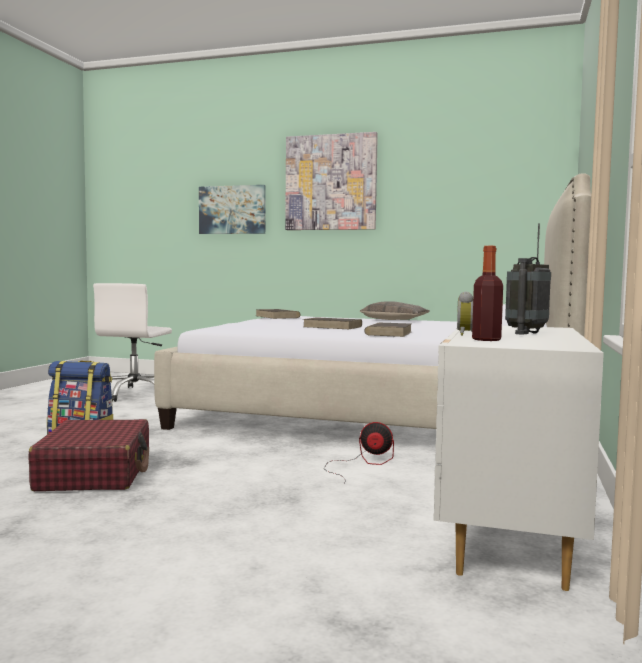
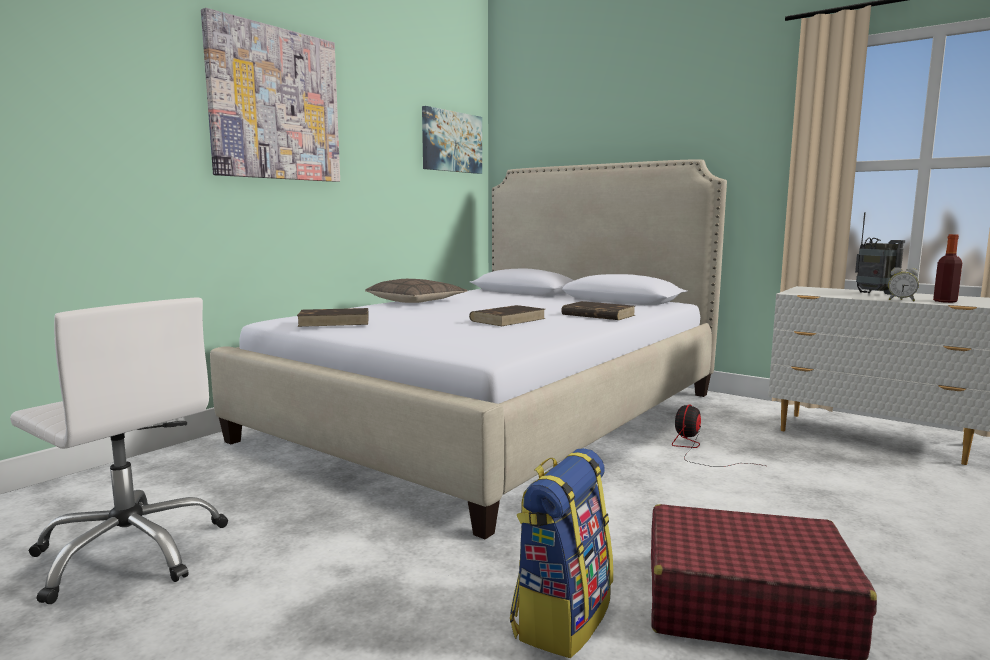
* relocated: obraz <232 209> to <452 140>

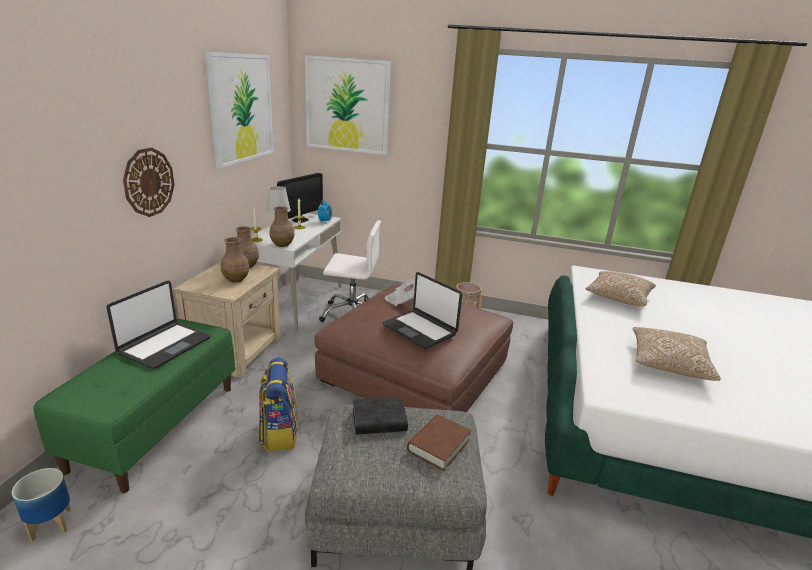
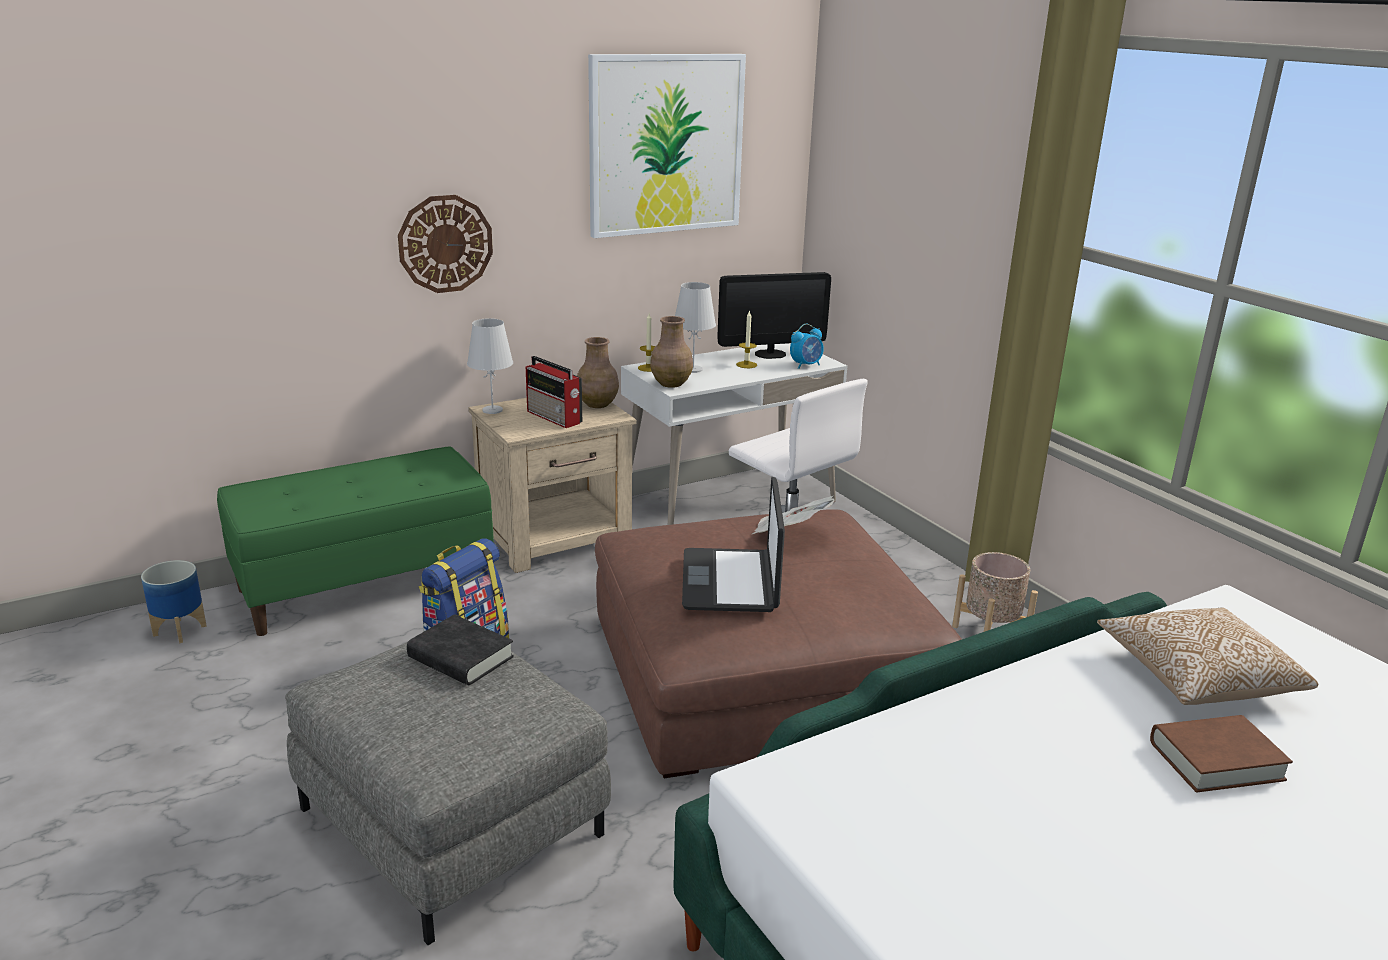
* missing: obraz <348 105>
* exchanged: wazon/brązowy <235 260> to radio <554 392>
* missing: laptop <158 325>
* missing: poduszka <677 354>
* relocated: książka/brązowy <439 442> to <1221 753>
* appeared: lampa stołowa/biały <490 366>

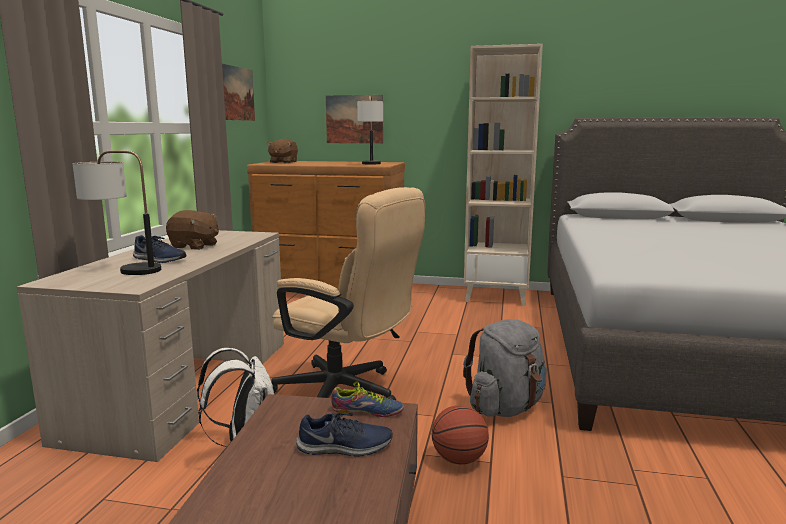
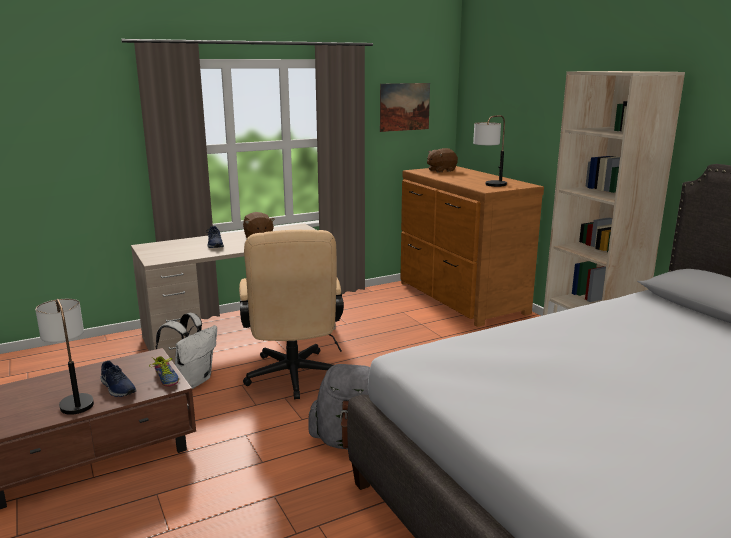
* missing: obraz <354 119>
* relocated: lampa stołowa <116 212> to <64 357>
* missing: piłka do koszykówki <460 435>

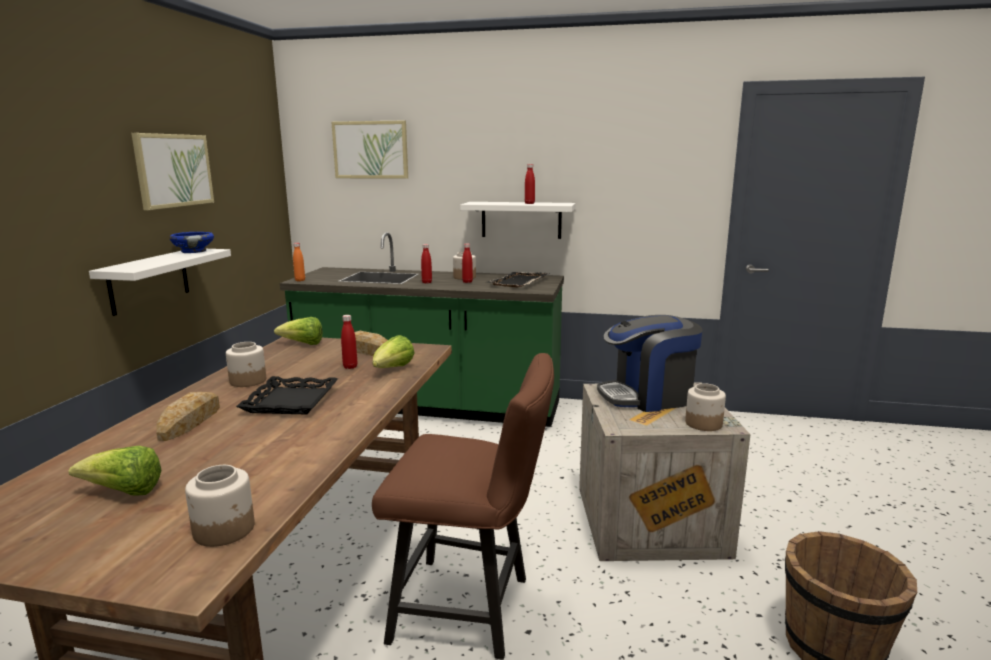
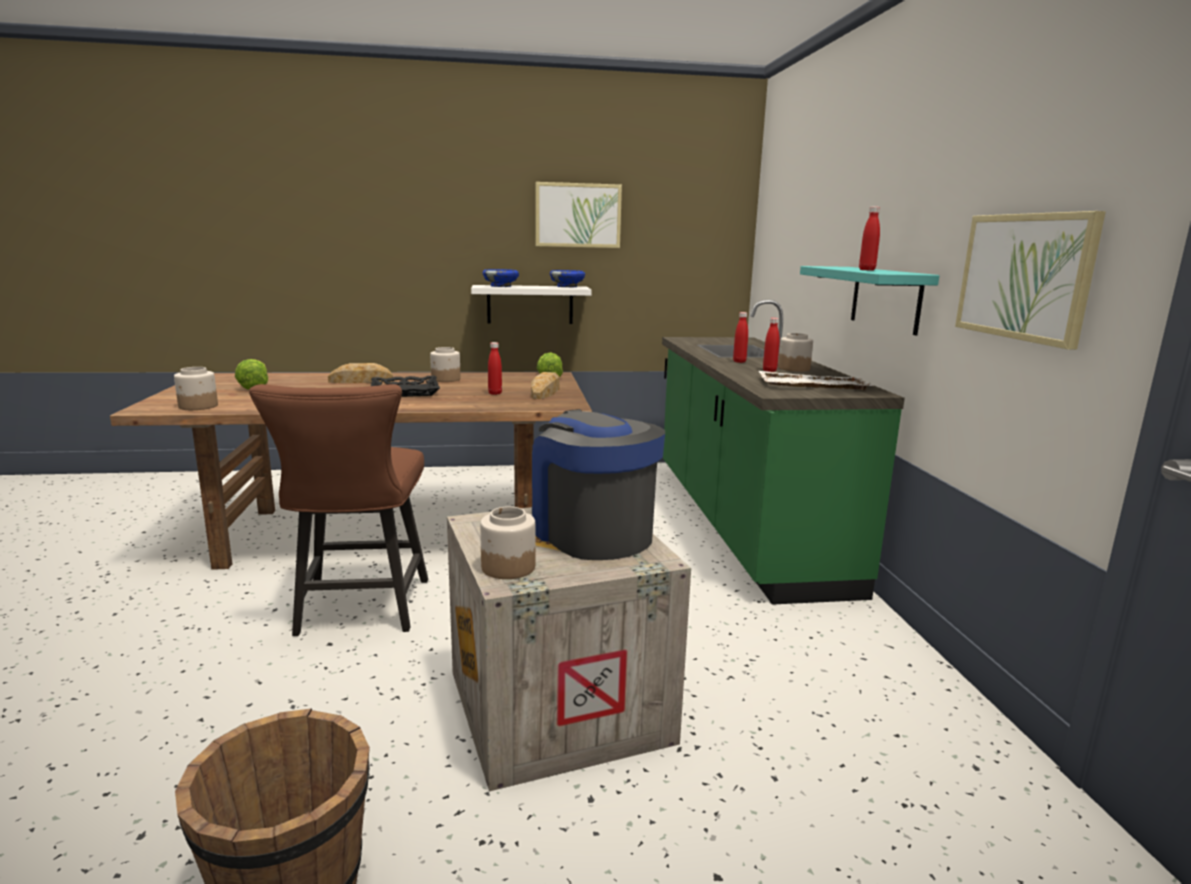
* relocated: obraz <370 149> to <1030 280>
* colour: półka/biały <517 220> to półka/turkusowy <869 300>
* missing: butelka/pomarańczowy <299 262>
* colour: taca/czarny <519 279> to taca/biały <816 380>
* missing: sałata <393 351>
* appeared: miska/niebieski <500 278>

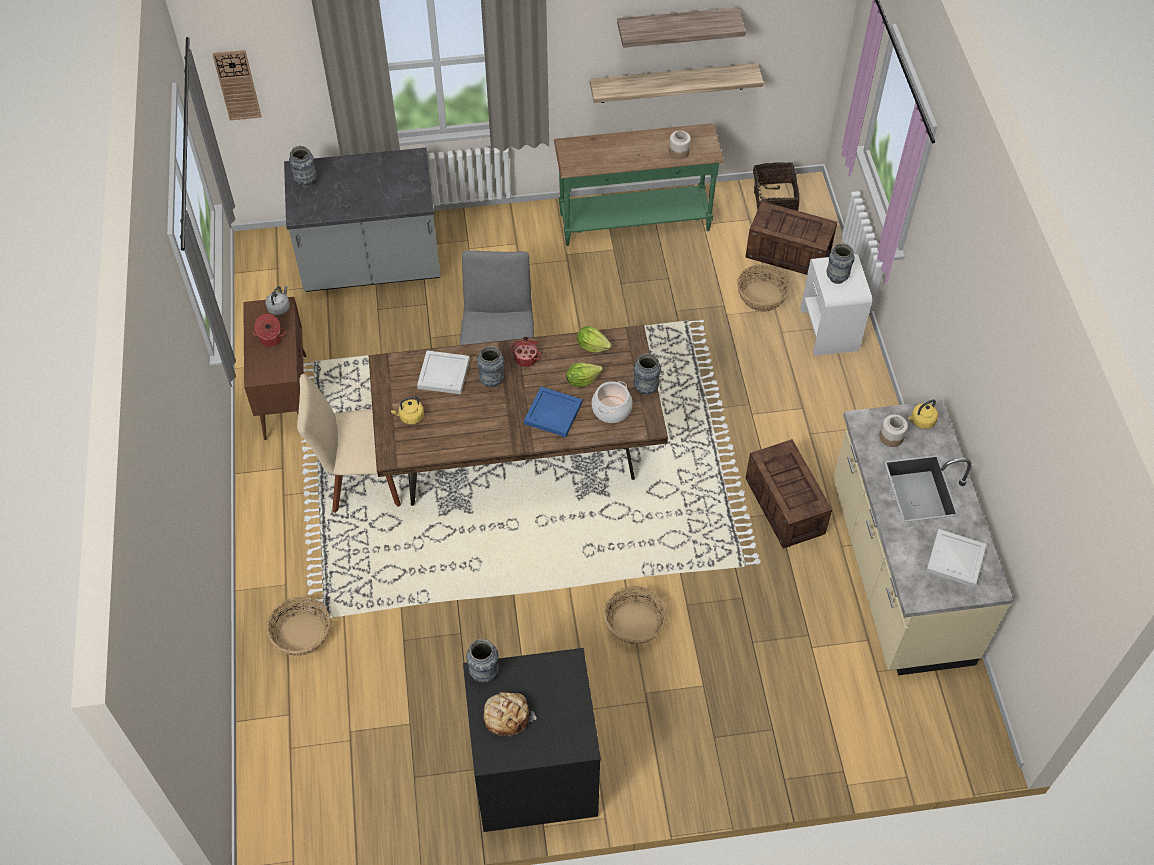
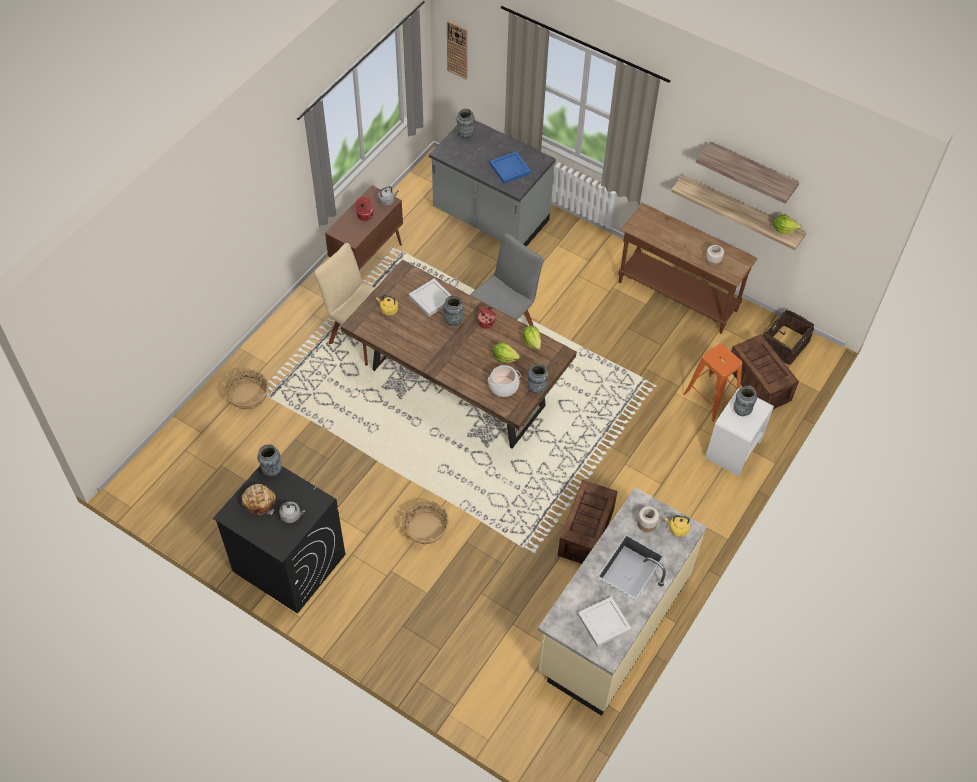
* colour: stolik konsolowy/zielony <639 184> to stolik konsolowy/brązowy <687 268>
* exchanged: koszyk <764 288> to stołek/pomarańczowy <712 383>
* relocated: taca/niebieski <553 412> to <510 167>
* appeared: sałata <787 224>
* appeared: czajnik/szary <292 512>

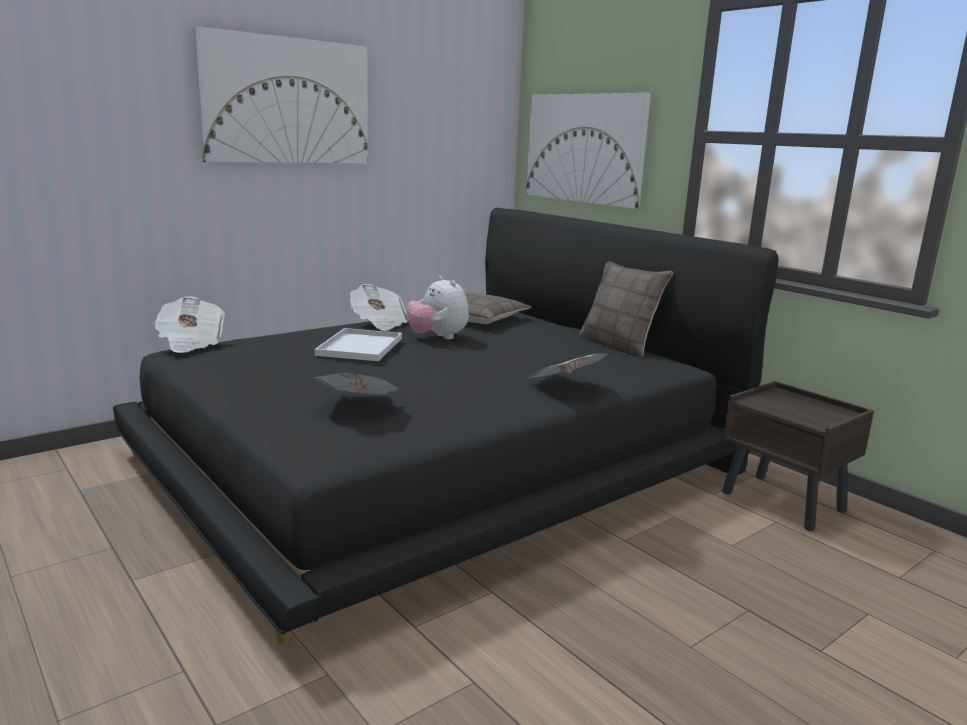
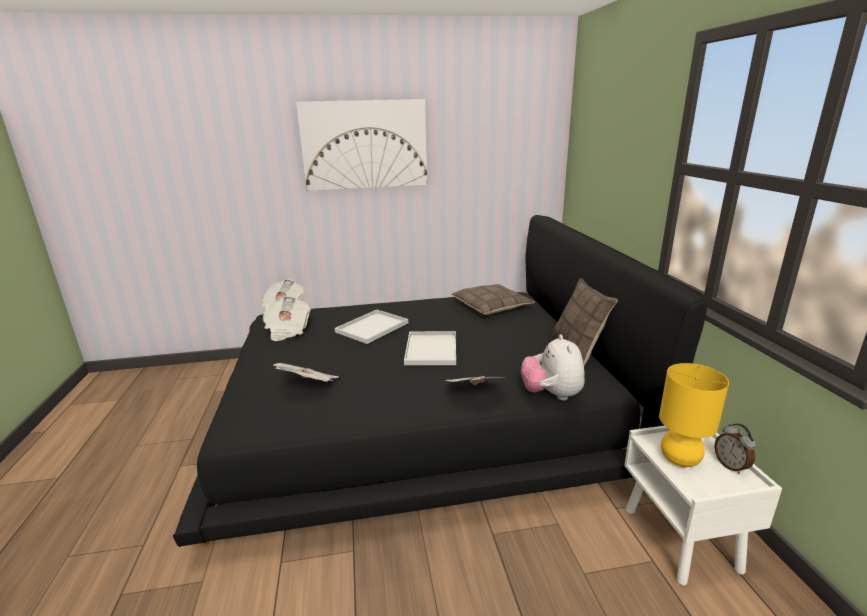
* missing: obraz <588 151>
* relocated: pluszak <437 307> to <553 368>
* relocated: gazeta <379 307> to <287 318>
* colour: szafka nocna/brązowy <798 456> to szafka nocna/biały <703 506>
* appeared: taca/biały <430 348>
* appeared: lampa stołowa/żółty <694 415>
* appeared: budzik <735 449>

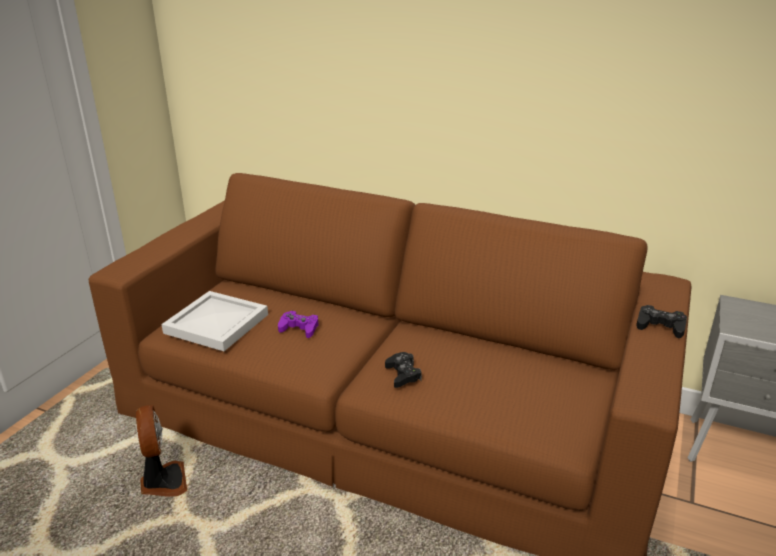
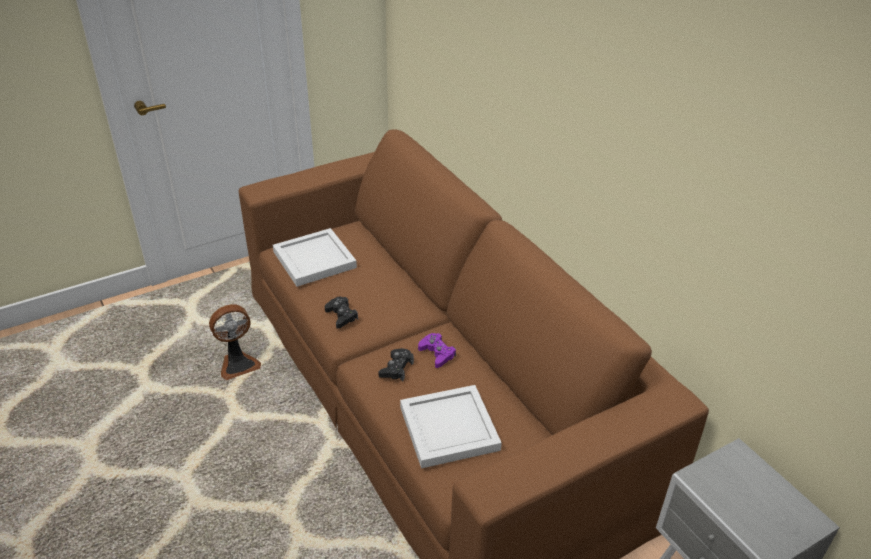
* relocated: pad do gier/czarny <661 321> to <341 313>
* relocated: pad do gier/fioletowy <298 324> to <437 350>
* spun: wentylator <161 451> = <235 342> 45 degrees clockwise
* appeared: taca/biały <451 426>

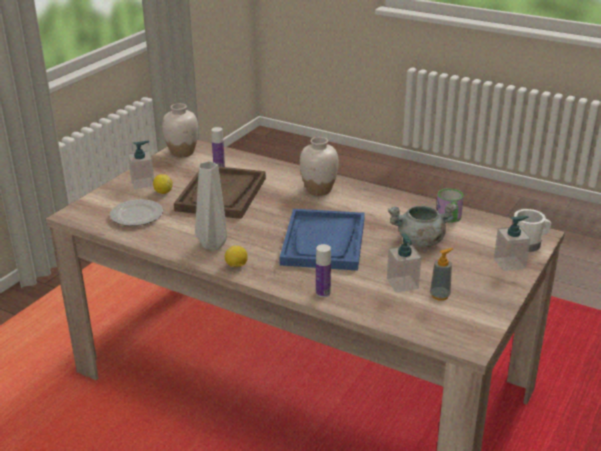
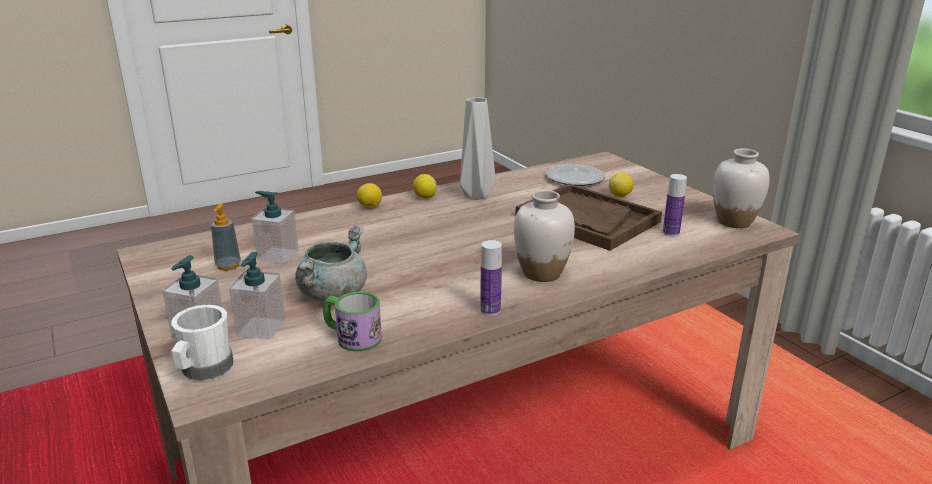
* relocated: dozownik mydła <141 165> to <257 295>
* missing: taca/niebieski <322 240>
* relocated: butelka <323 270> to <491 278>
* appeared: cytryna <369 195>

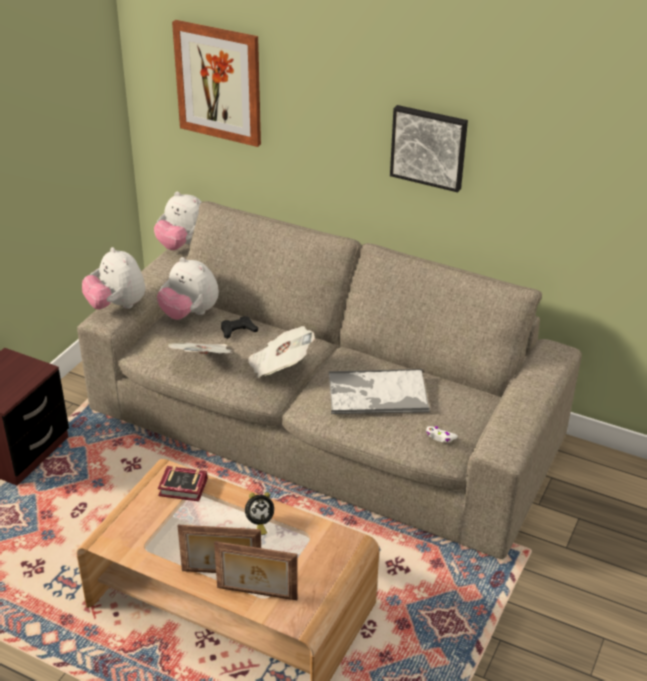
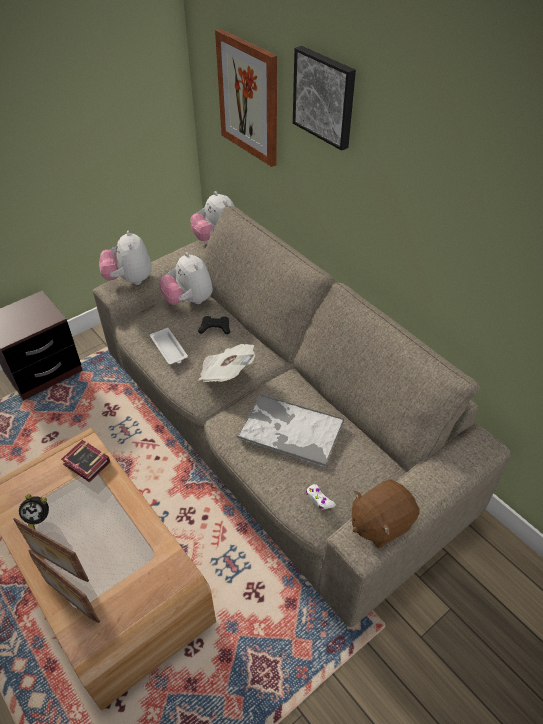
* relocated: obraz <429 148> to <324 98>
* exchanged: gazeta <200 348> to taca/biały <169 346>
* relocated: budzik <259 513> to <34 512>
* appeared: pluszak/brązowy <386 513>

